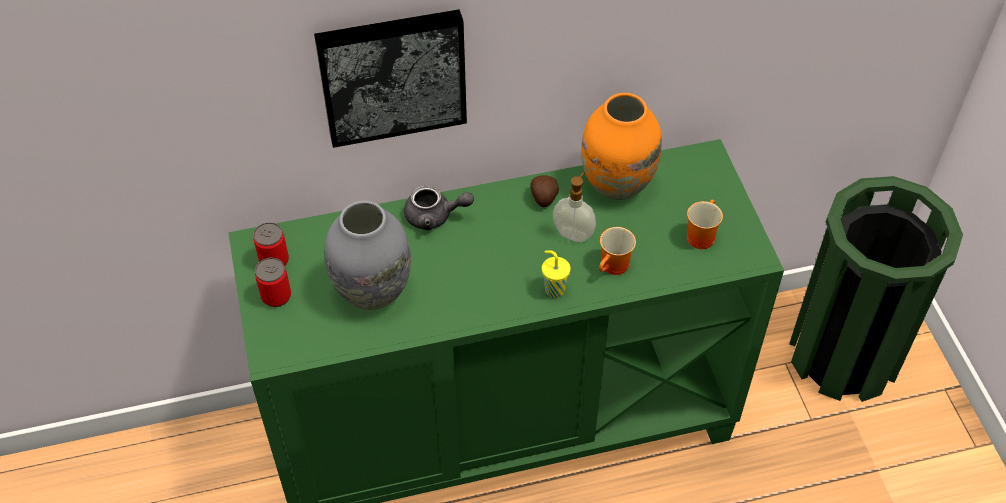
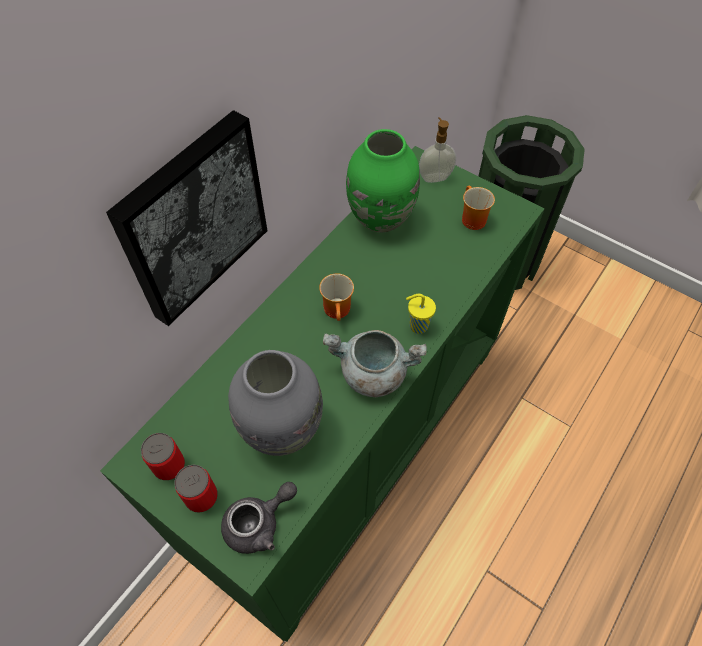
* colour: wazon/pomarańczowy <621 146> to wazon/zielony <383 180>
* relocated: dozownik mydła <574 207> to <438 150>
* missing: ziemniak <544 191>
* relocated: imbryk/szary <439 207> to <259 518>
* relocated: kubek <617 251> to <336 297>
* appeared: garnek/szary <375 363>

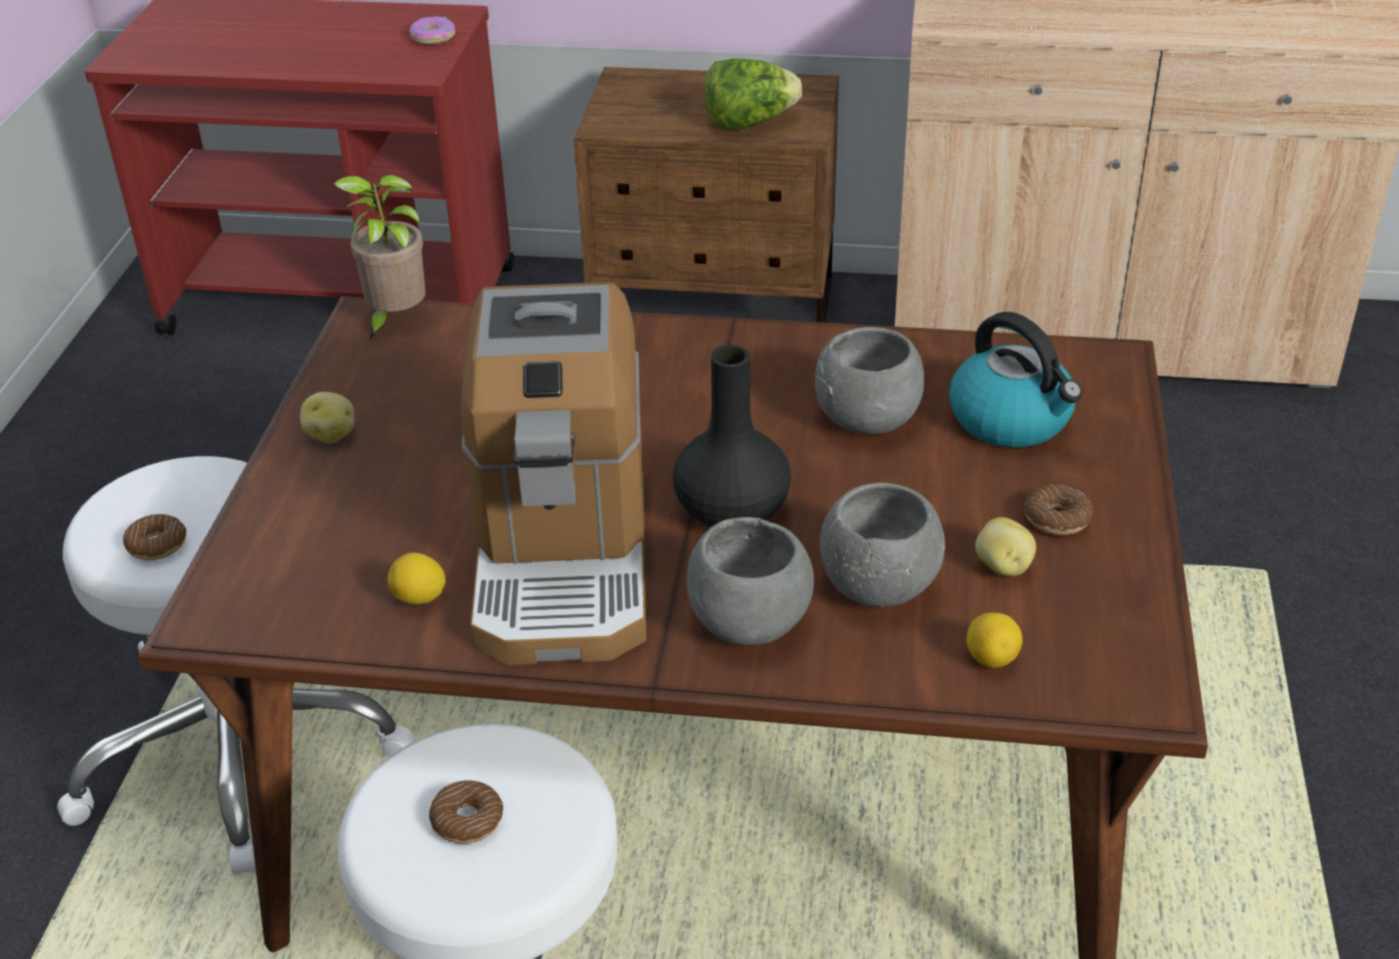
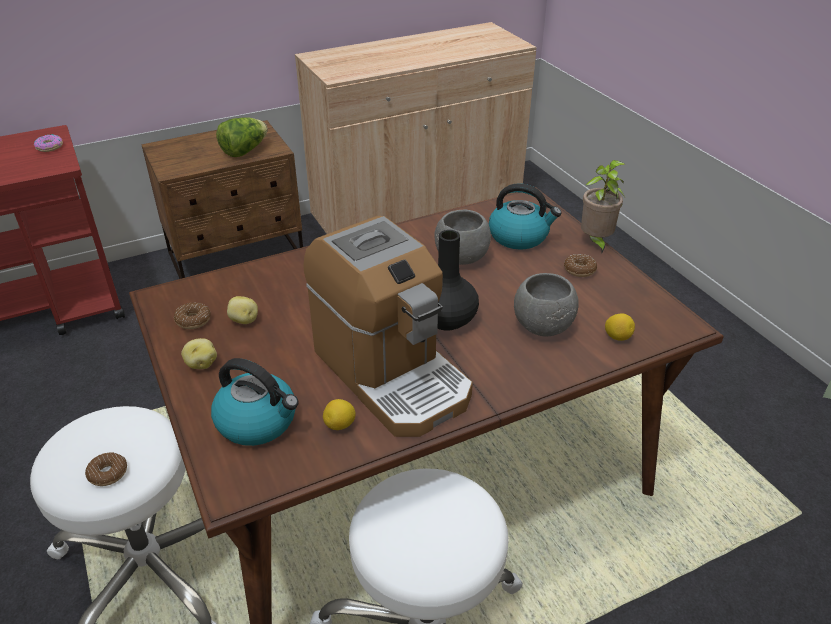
* relocated: roślina doniczkowa <379 257> to <603 207>
* missing: miska/szary <750 581>
* relocated: ziemniak <1005 546> to <242 310>
* relocated: donut <466 812> to <192 316>
* appeared: czajnik <255 402>

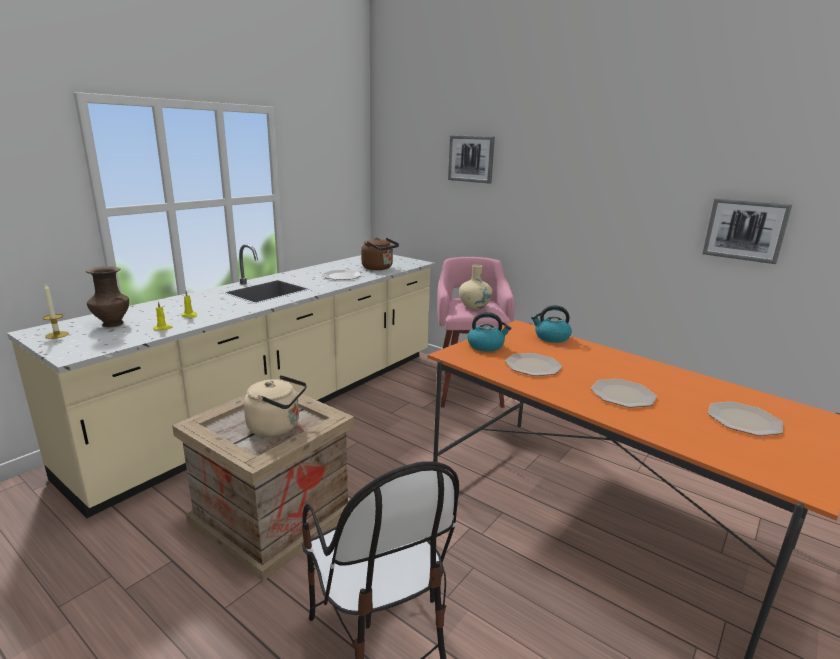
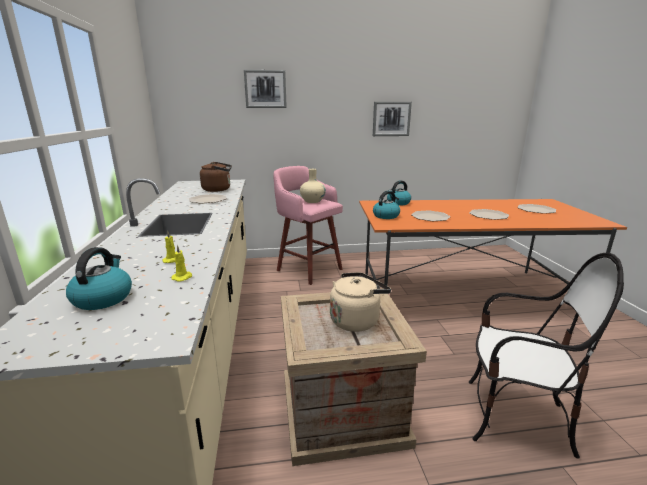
* relocated: obraz <747 231> to <392 119>
* exchanged: wazon/brązowy <107 296> to czajnik <99 278>
* missing: świeca <56 311>

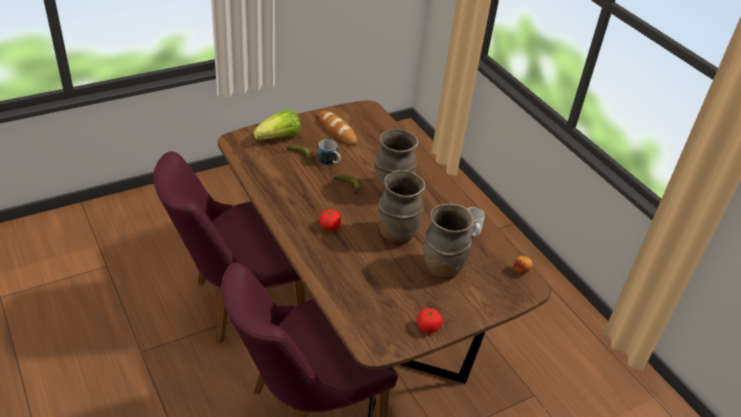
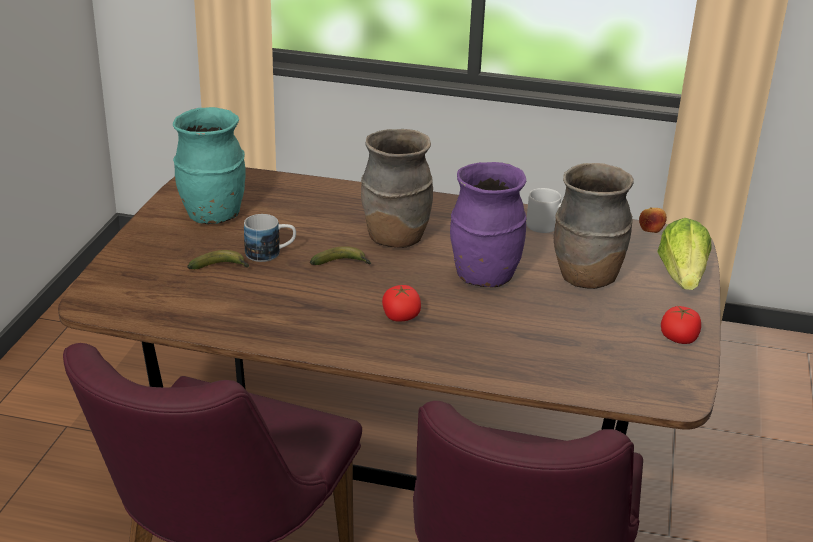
* relocated: sałata <277 125> to <684 254>
* exchanged: chleb <338 128> to wazon/turkusowy <209 165>
* colour: wazon/brązowy <401 207> to wazon/fioletowy <488 224>

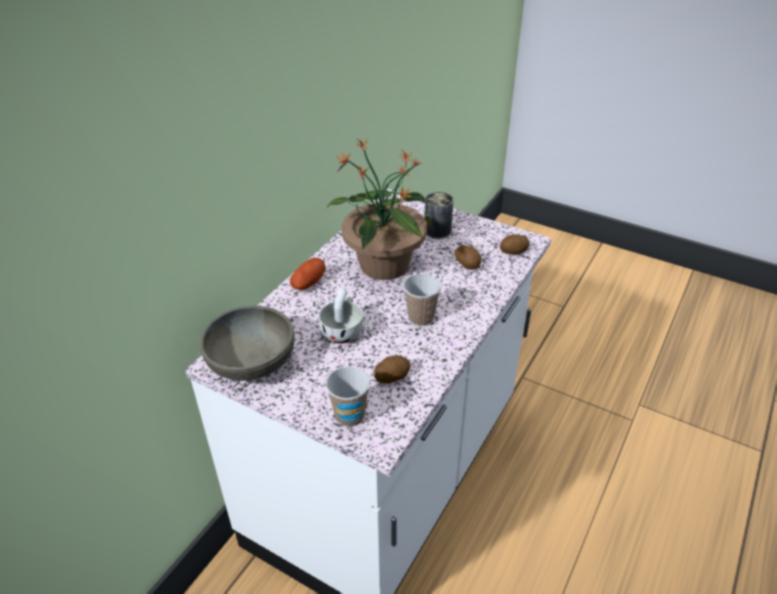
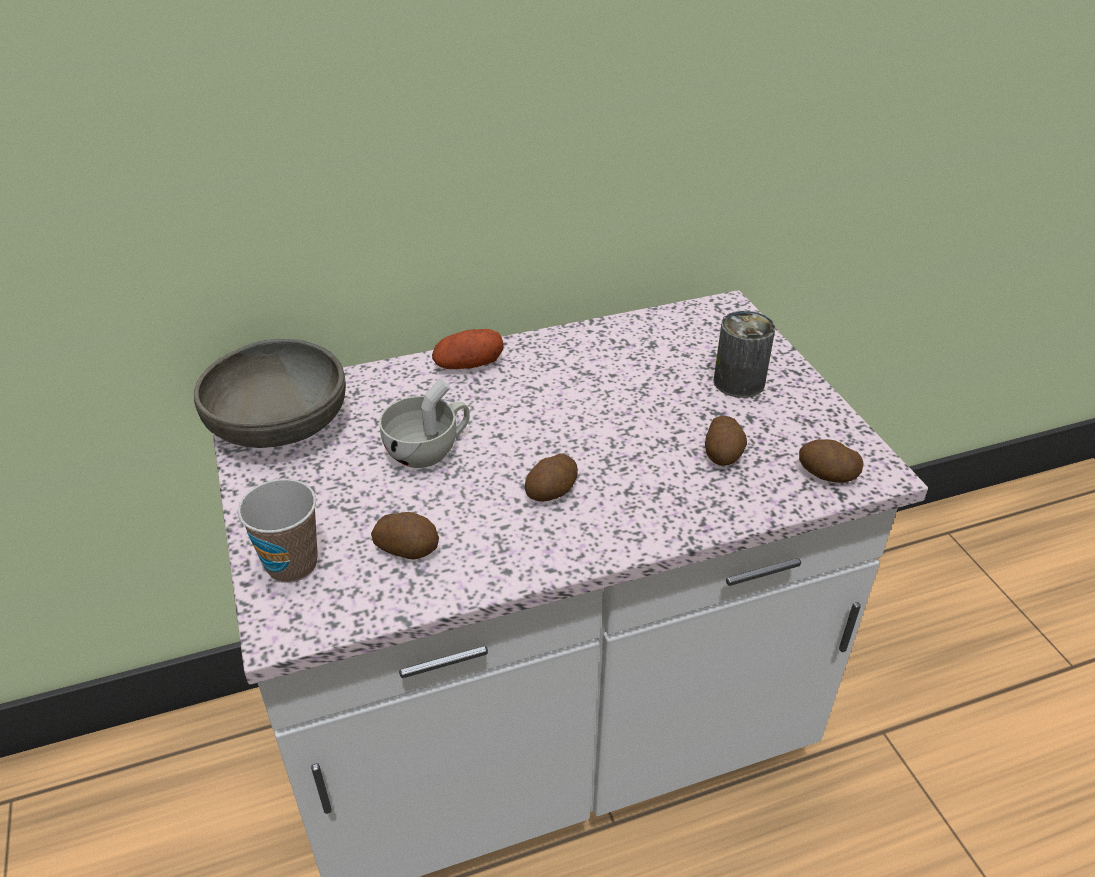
* missing: roślina doniczkowa <377 209>
* exchanged: filiżanka <422 299> to ziemniak <551 477>

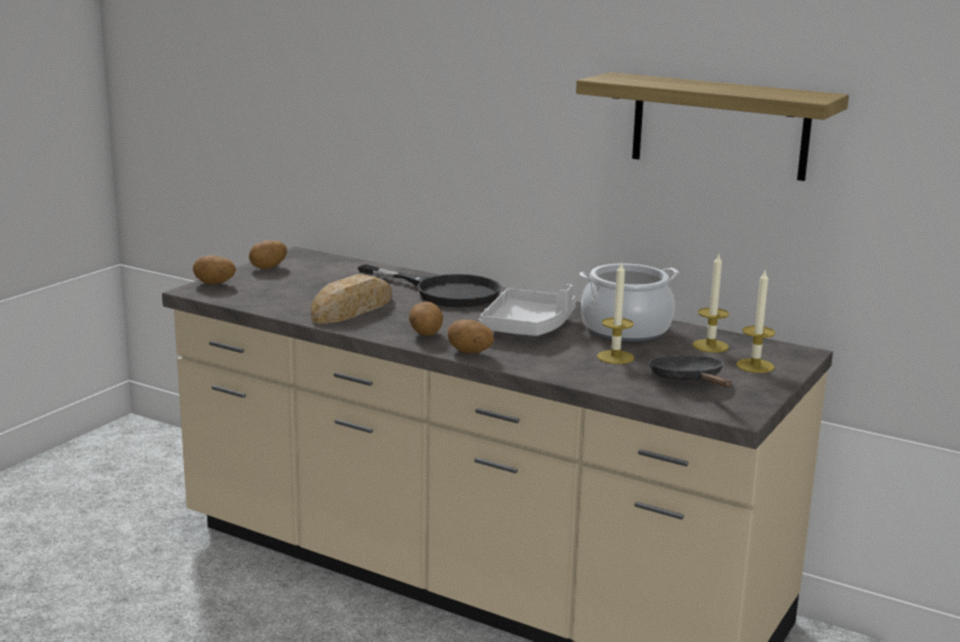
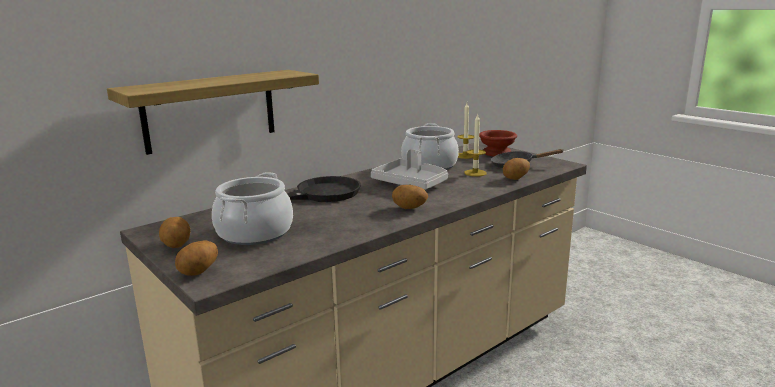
* relocated: półka <712 126> to <213 112>
* exchanged: świeca <755 321> to miska/brązowy <498 143>
* missing: chleb <351 299>
* relocated: ziemniak <471 336> to <516 169>
* appeared: garnek <252 208>

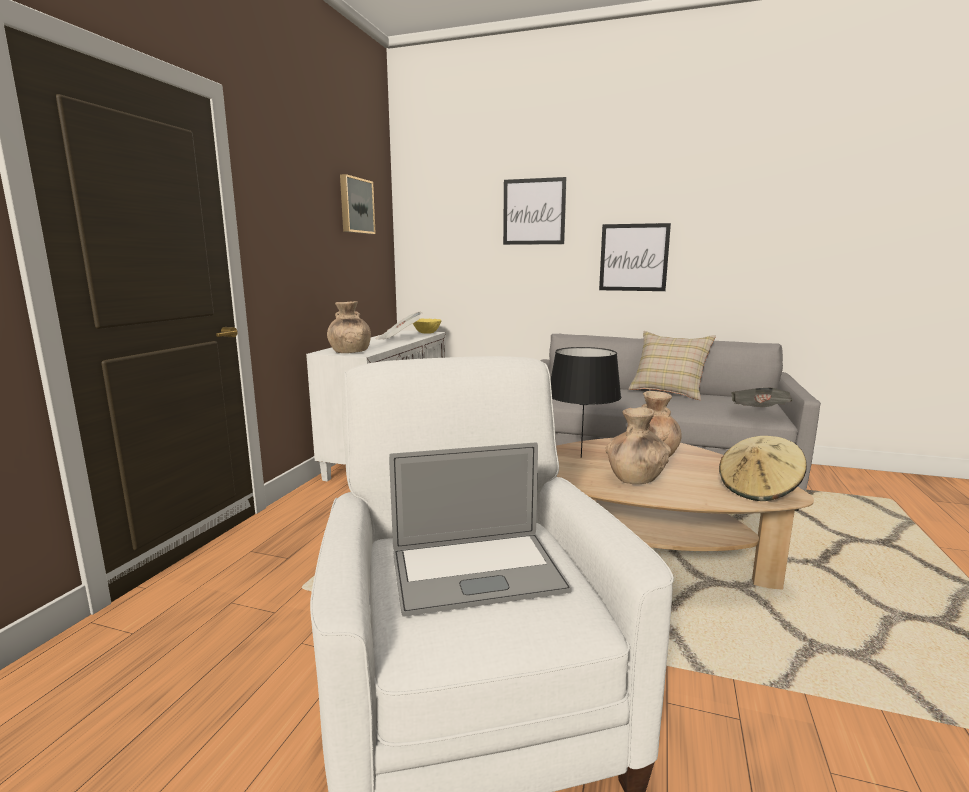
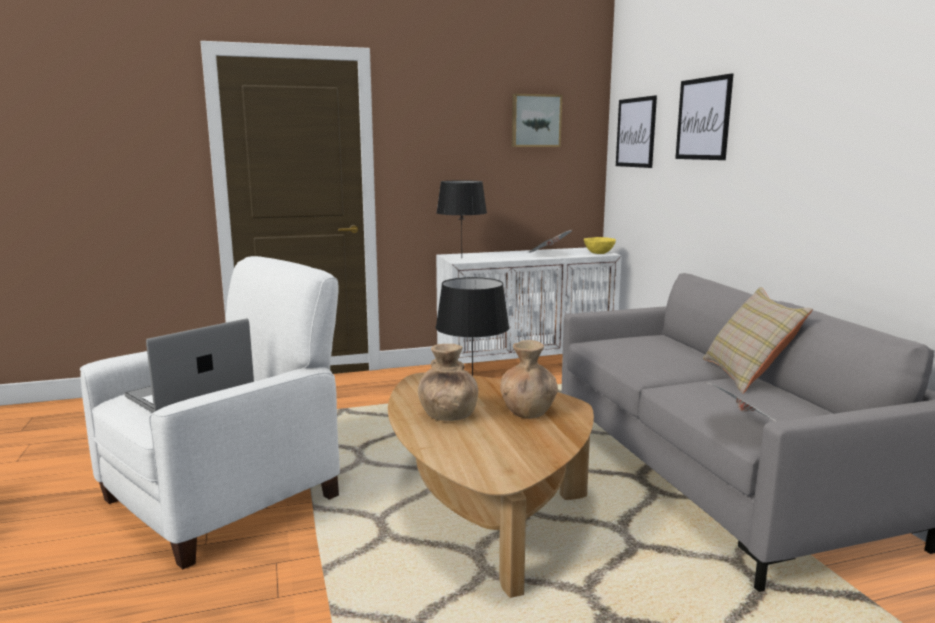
* relocated: obraz <635 257> to <636 131>
* exchanged: wazon/brązowy <349 327> to lampa stołowa/czarny <461 219>
* missing: kapelusz/beżowy <763 468>
* spun: laptop <480 529> = <189 365> 90 degrees clockwise

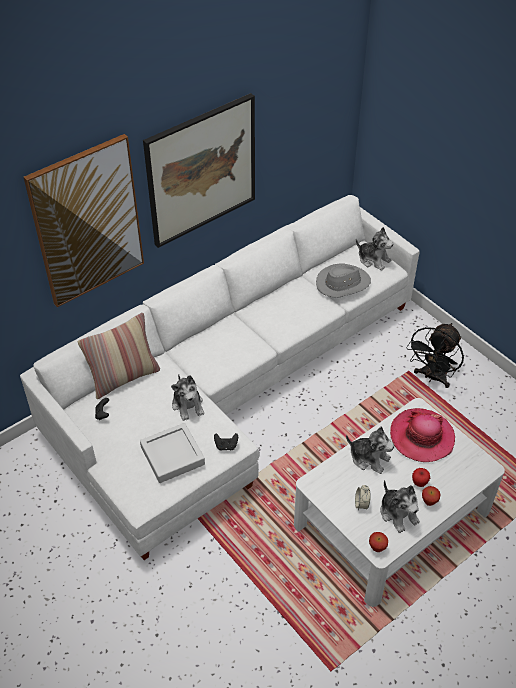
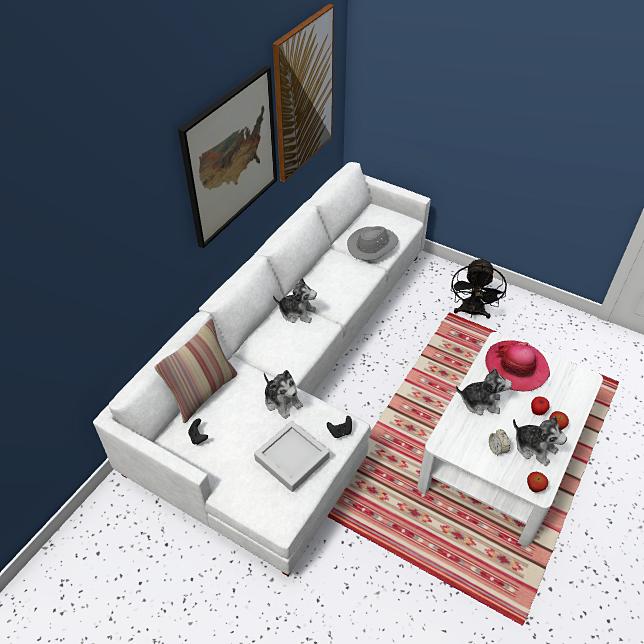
* relocated: obraz <84 220> to <303 93>
* relocated: pluszak <374 249> to <295 300>

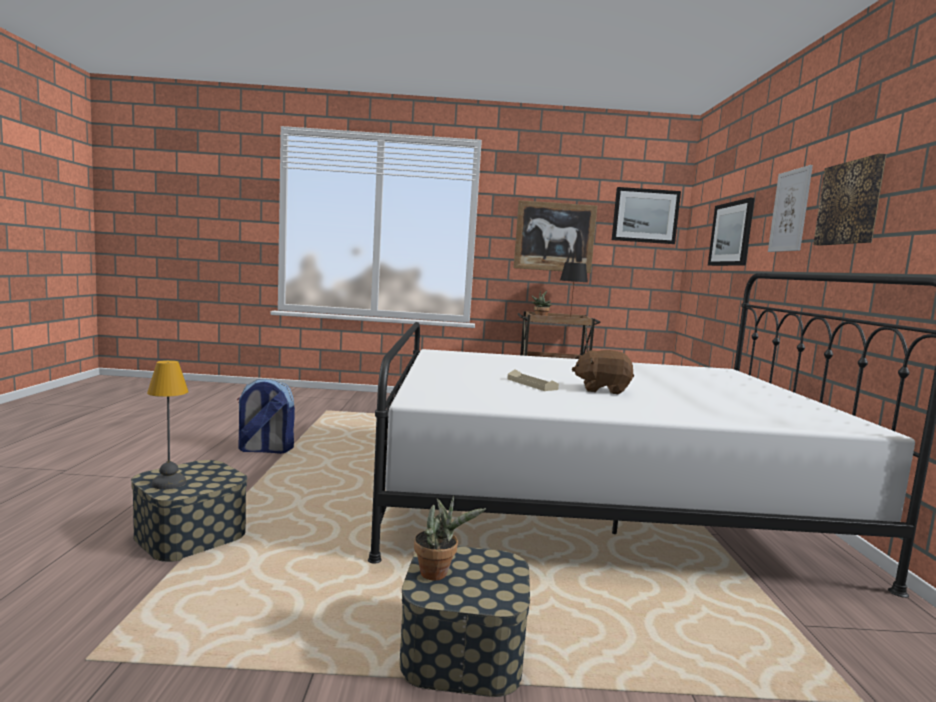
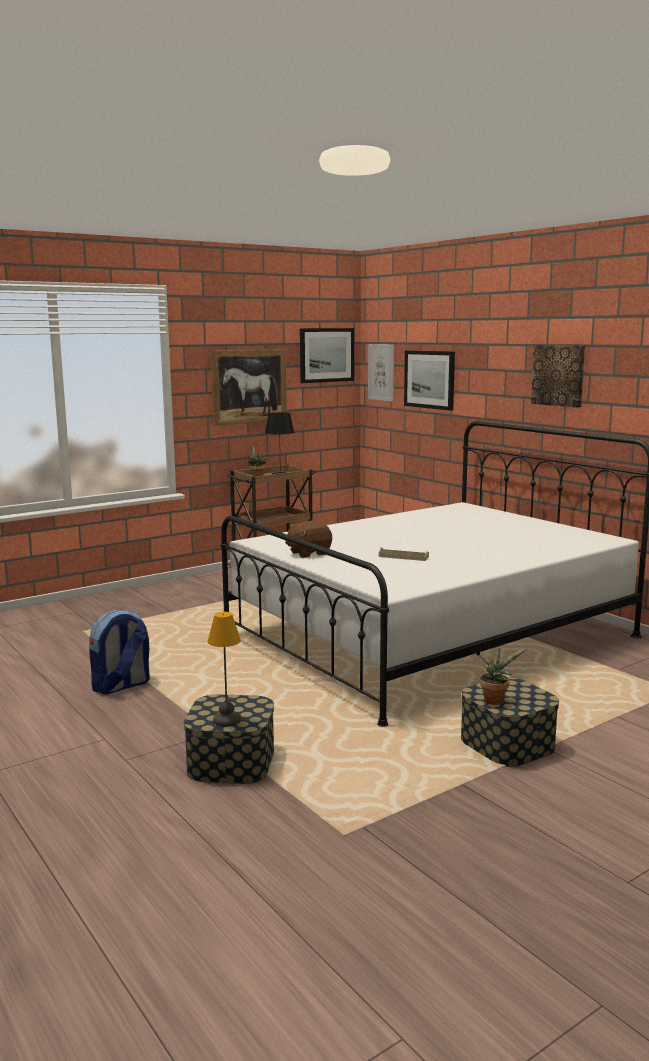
* relocated: obraz <790 208> to <381 373>
* relocated: pluszak/brązowy <603 372> to <308 539>

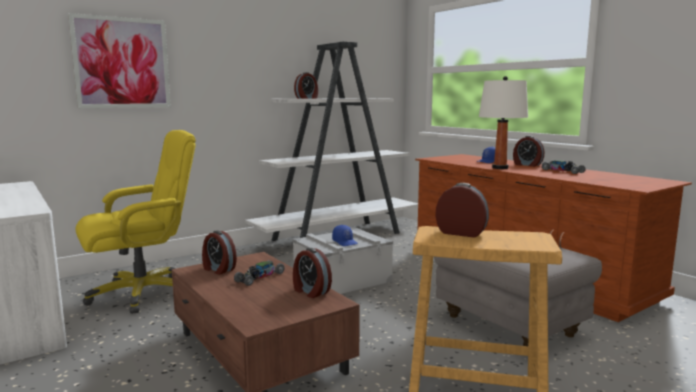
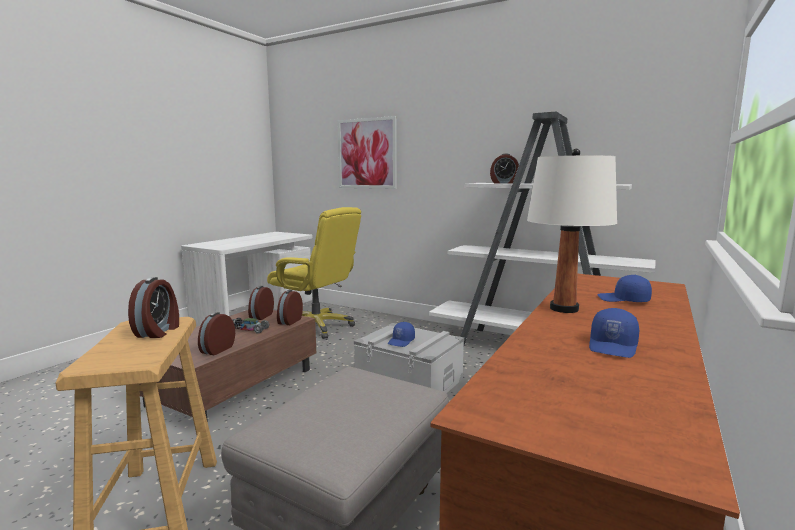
* relocated: budzik <528 151> to <290 307>
* exchanged: samochodzik <564 167> to czapka z daszkiem/niebieski <614 333>

